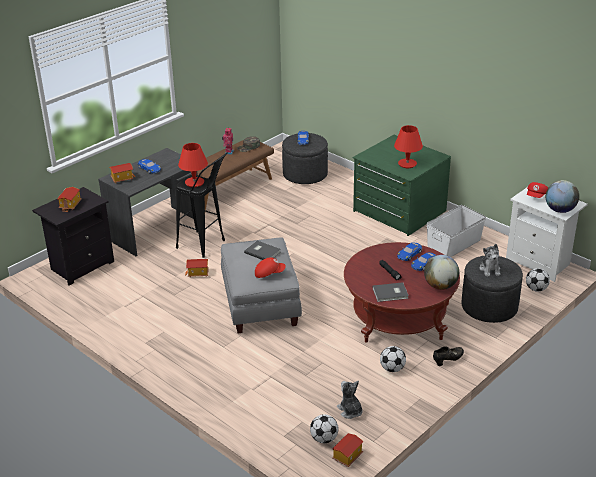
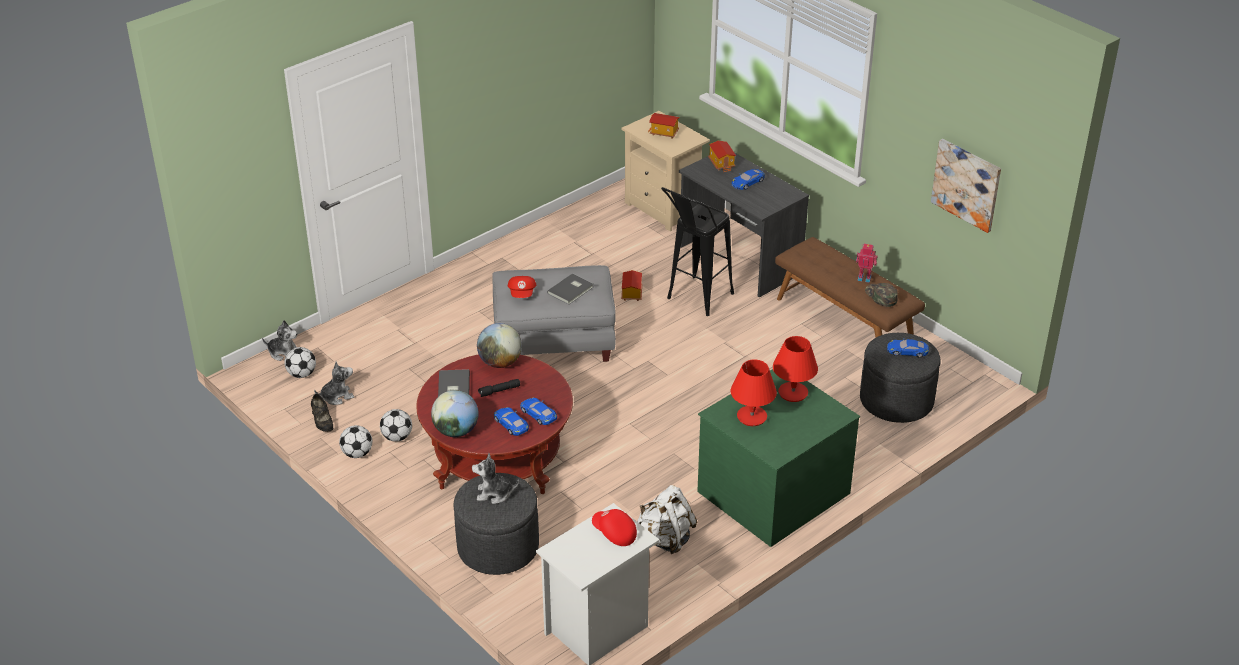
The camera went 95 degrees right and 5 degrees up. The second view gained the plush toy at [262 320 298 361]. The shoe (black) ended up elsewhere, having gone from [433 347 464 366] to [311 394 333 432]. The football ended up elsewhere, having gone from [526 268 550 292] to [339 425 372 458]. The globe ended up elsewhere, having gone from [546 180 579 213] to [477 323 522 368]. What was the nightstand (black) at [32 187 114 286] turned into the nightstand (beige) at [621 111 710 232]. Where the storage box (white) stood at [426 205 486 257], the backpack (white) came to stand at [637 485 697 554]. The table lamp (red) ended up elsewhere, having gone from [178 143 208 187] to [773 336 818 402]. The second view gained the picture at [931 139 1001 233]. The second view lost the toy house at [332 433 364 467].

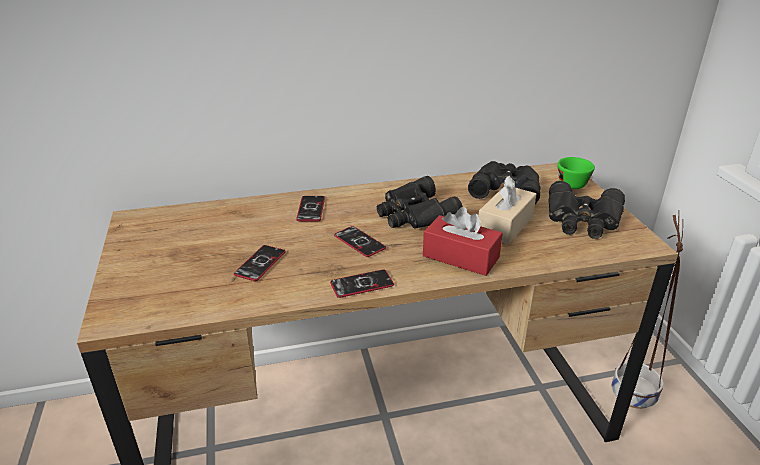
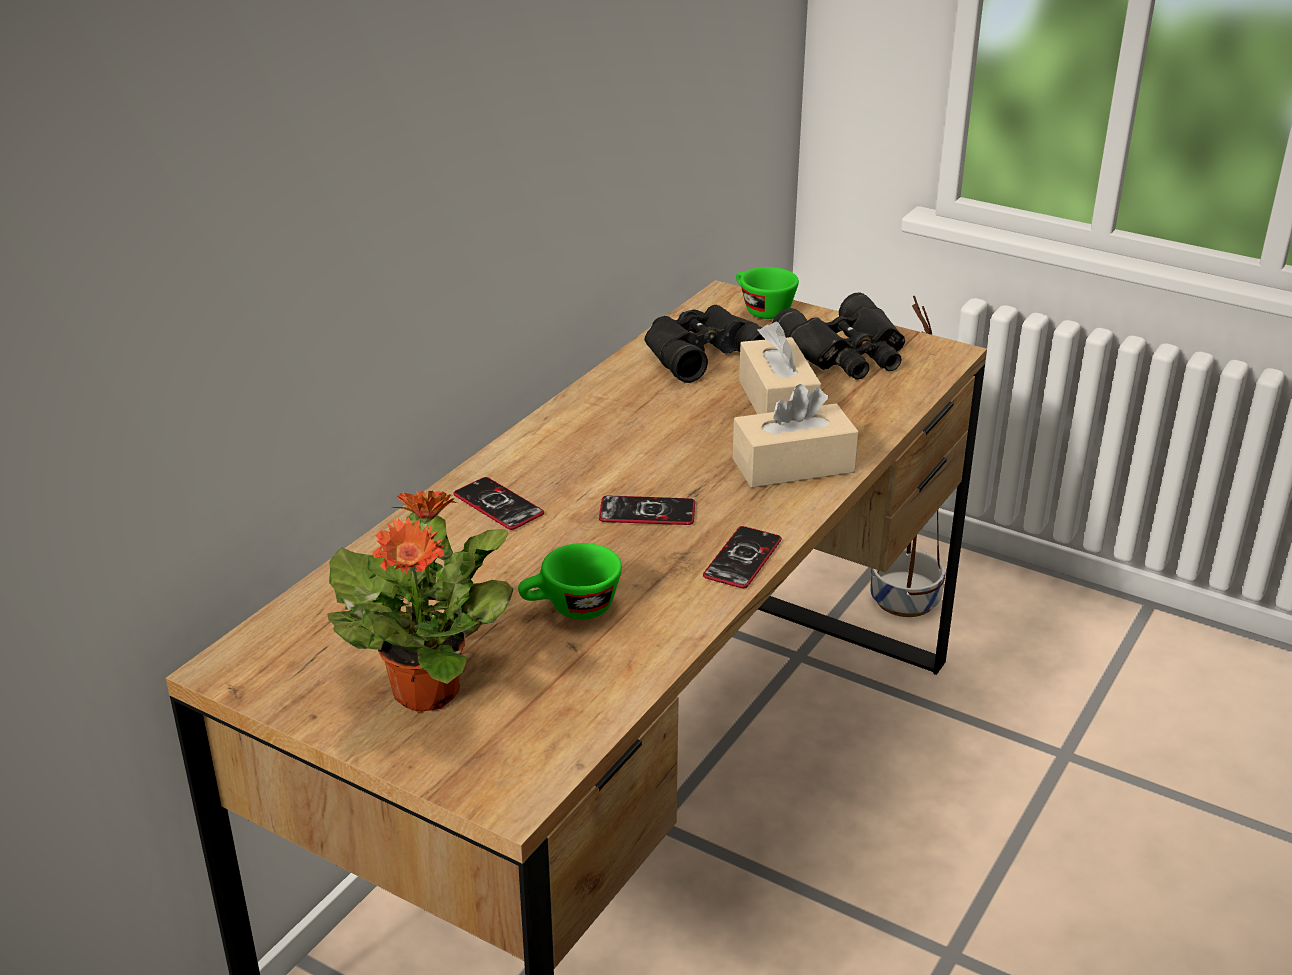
The camera went 45 degrees left and 0 degrees up. The second view gained the potted plant at [327 490 514 711]. Where the phone stood at [234 245 286 281], the cup (green) came to stand at [518 543 622 620]. What was the tissue box (red) at [423 207 503 276] turned into the tissue box (beige) at [733 384 859 488]. The second view lost the binoculars (black) at [377 176 463 228].

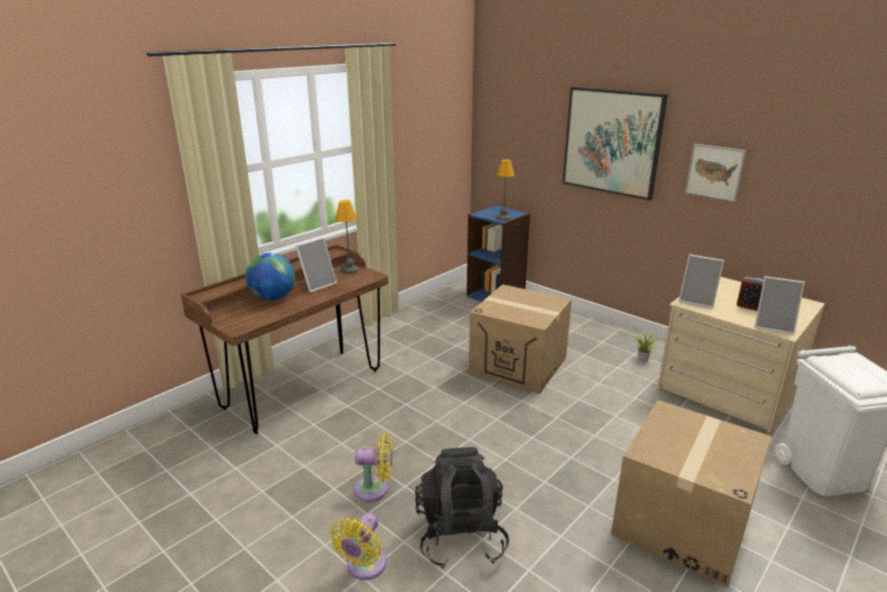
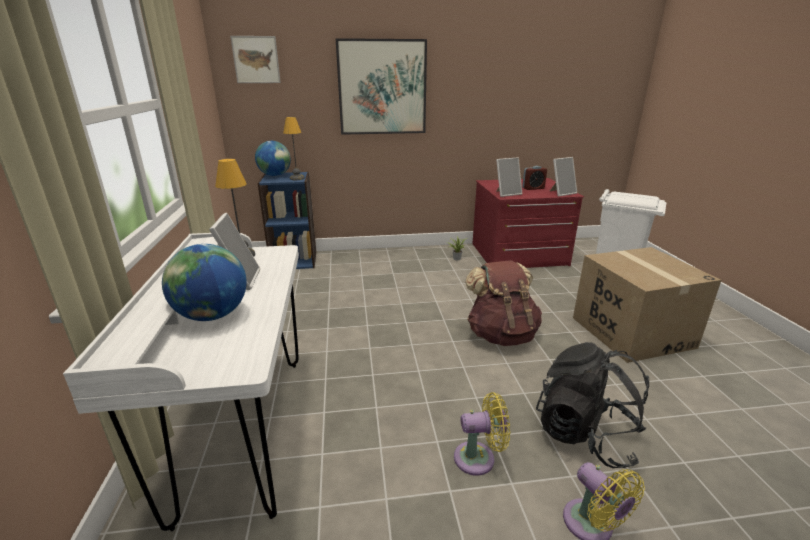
The camera went 50 degrees left and 0 degrees up. What was the desk (brown) at [181 244 388 434] turned into the desk (white) at [63 233 299 531]. The picture ended up elsewhere, having gone from [685 144 747 202] to [230 36 281 83]. The second view gained the globe at [255 141 291 176]. The fan (yellow) at [354 433 393 502] ended up facing another way, 45 degrees clockwise from before. The second view gained the backpack (brown) at [465 260 542 346]. What was the dresser (beige) at [657 277 825 433] turned into the dresser (red) at [472 178 584 268]. The second view lost the cardboard box at [469 284 572 394].

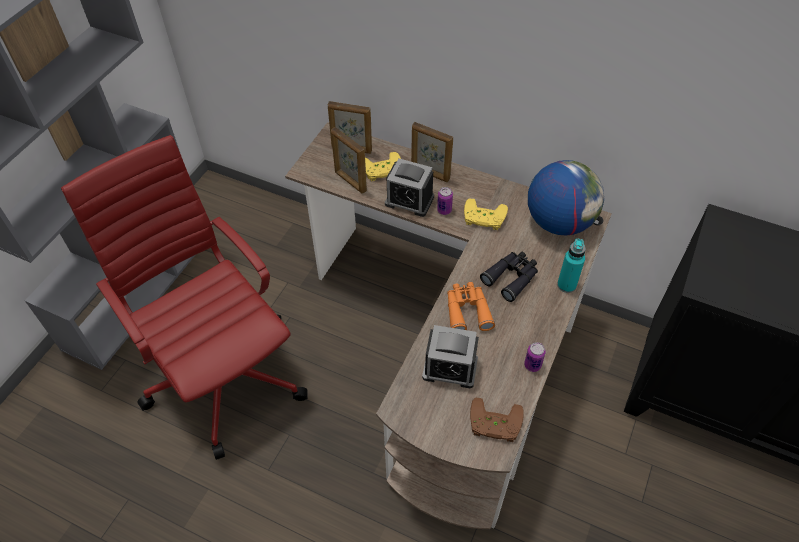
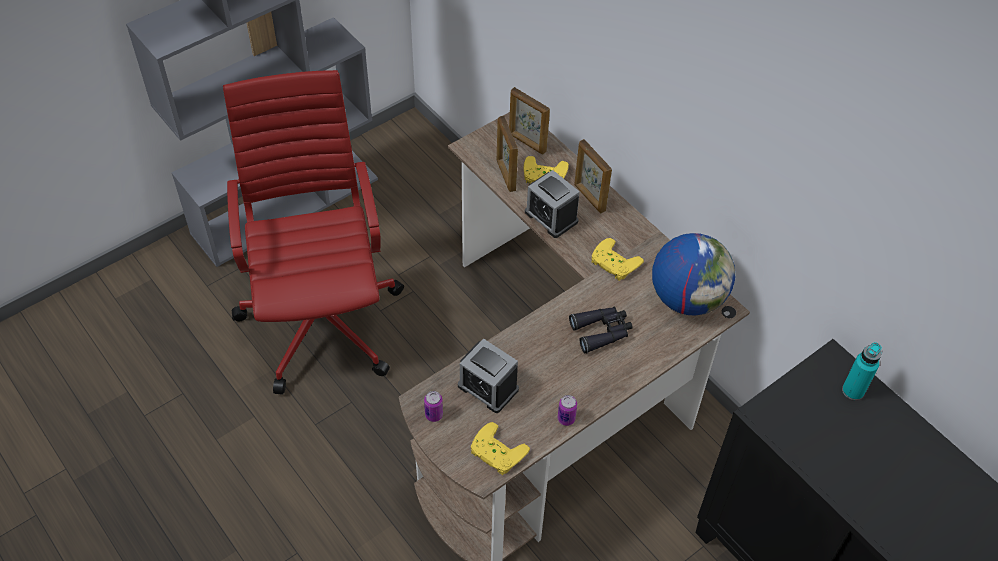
The camera went 25 degrees right and 0 degrees up. The can ended up elsewhere, having gone from [437 187 453 215] to [424 391 443 422]. What was the game controller (brown) at [470 398 524 442] turned into the game controller (yellow) at [471 422 530 475]. The bottle (turquoise) ended up elsewhere, having gone from [557 239 586 293] to [842 342 882 400]. The second view lost the binoculars (orange) at [447 282 495 331].

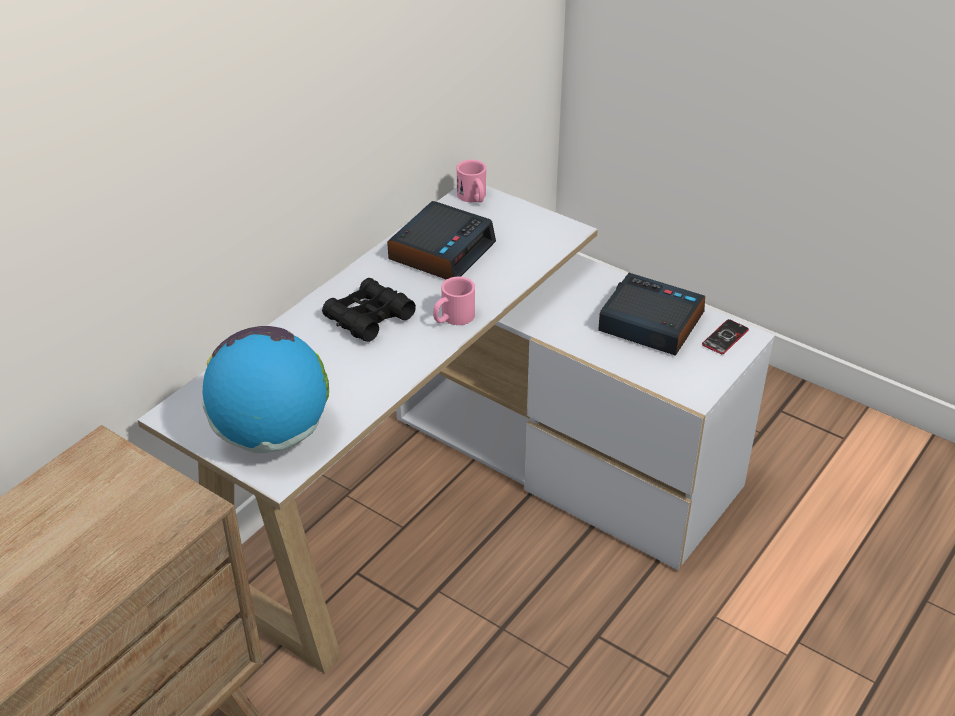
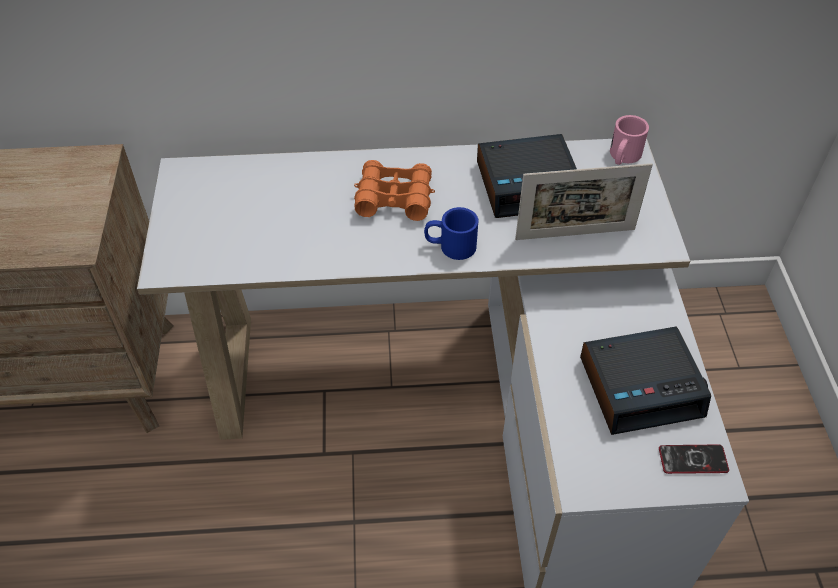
The camera went 50 degrees right and 10 degrees up. What was the binoculars (black) at [322 278 416 342] turned into the binoculars (orange) at [354 160 435 221]. What was the mug (pink) at [433 277 475 325] turned into the mug (blue) at [424 207 479 260]. The second view gained the picture frame at [515 163 653 240]. The alarm clock at [599 273 705 356] ended up facing another way, 90 degrees clockwise from before. The second view lost the globe at [202 326 329 453].

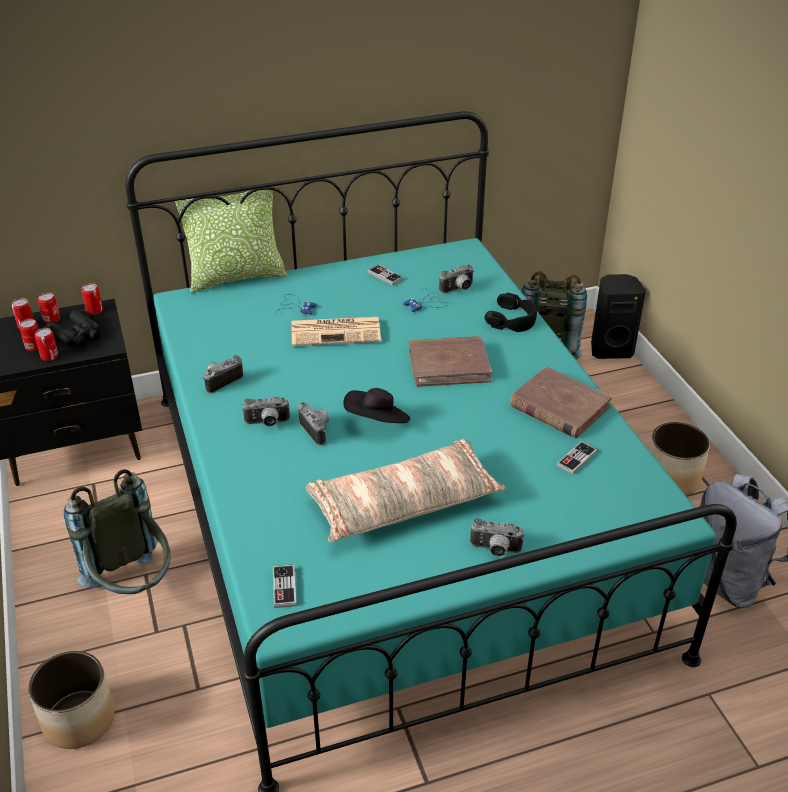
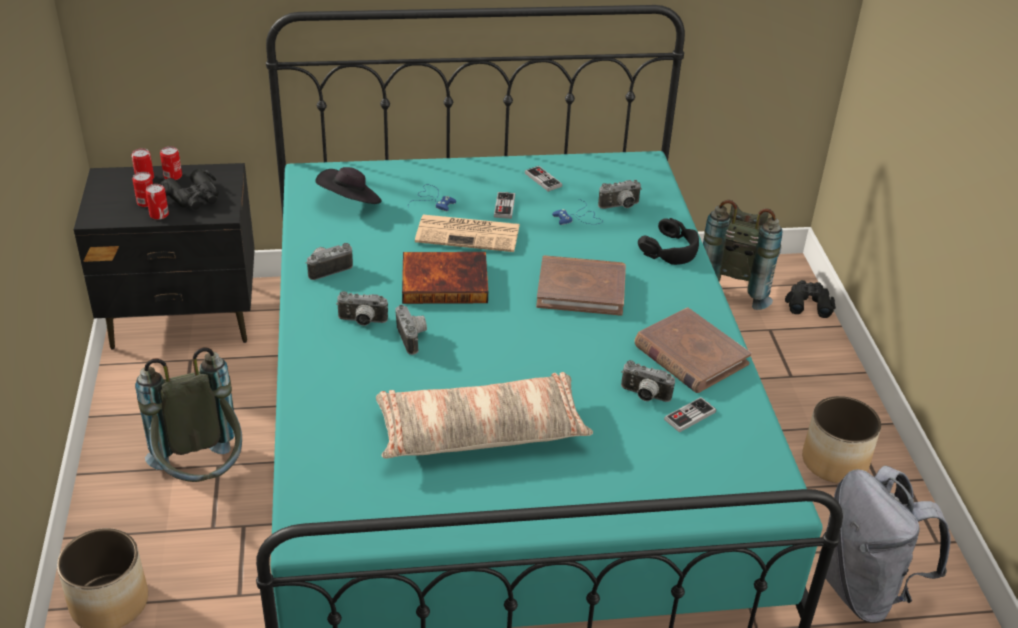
The camera went 10 degrees right and 0 degrees up. The hat (black) ended up elsewhere, having gone from [343 388 410 423] to [315 167 382 204]. The second view gained the book at [402 252 488 304]. The game controller ended up elsewhere, having gone from [273 564 297 608] to [494 192 515 219]. The photo camera ended up elsewhere, having gone from [470 518 524 557] to [621 360 675 402]. Where the speaker (black) stood at [591 274 646 359], the binoculars (black) came to stand at [785 280 836 318]. The second view lost the can at [81 283 103 314]. The second view lost the pillow at [175 186 287 293].

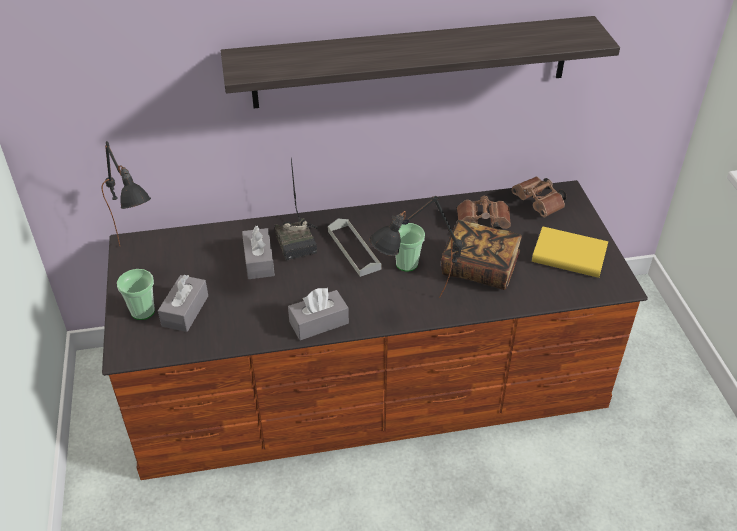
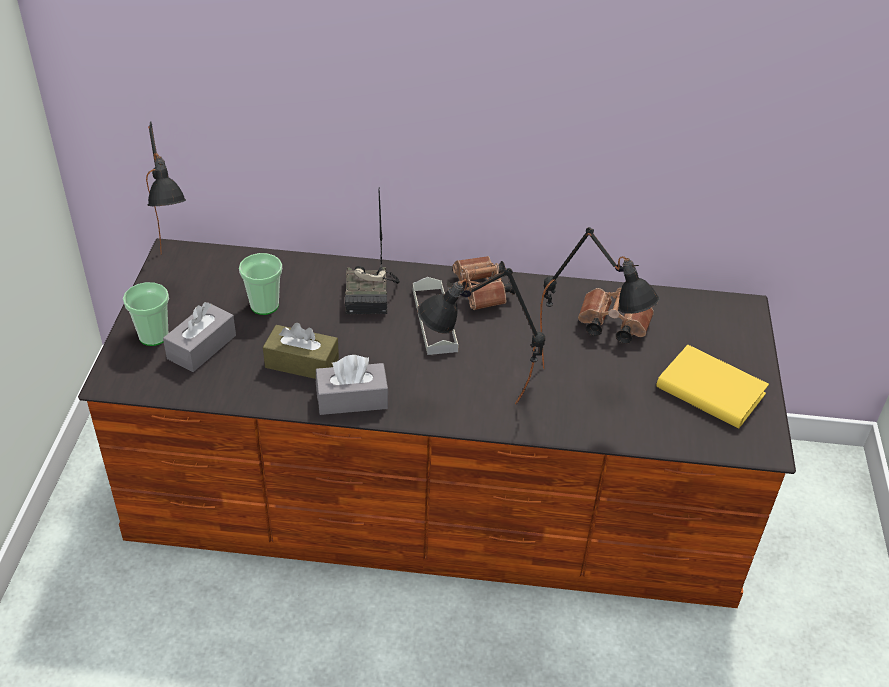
The camera went 15 degrees right and 0 degrees up. The cup ended up elsewhere, having gone from [395 223 425 272] to [239 253 282 315]. The second view gained the tissue box (brown) at [263 323 339 379]. The binoculars (brown) ended up elsewhere, having gone from [512 177 567 217] to [453 256 515 310]. Where the book stood at [441 220 522 290], the table lamp (black) came to stand at [540 227 660 369]. The second view lost the shelf at [220 16 620 109]. The second view lost the tissue box (grey) at [242 226 275 279].

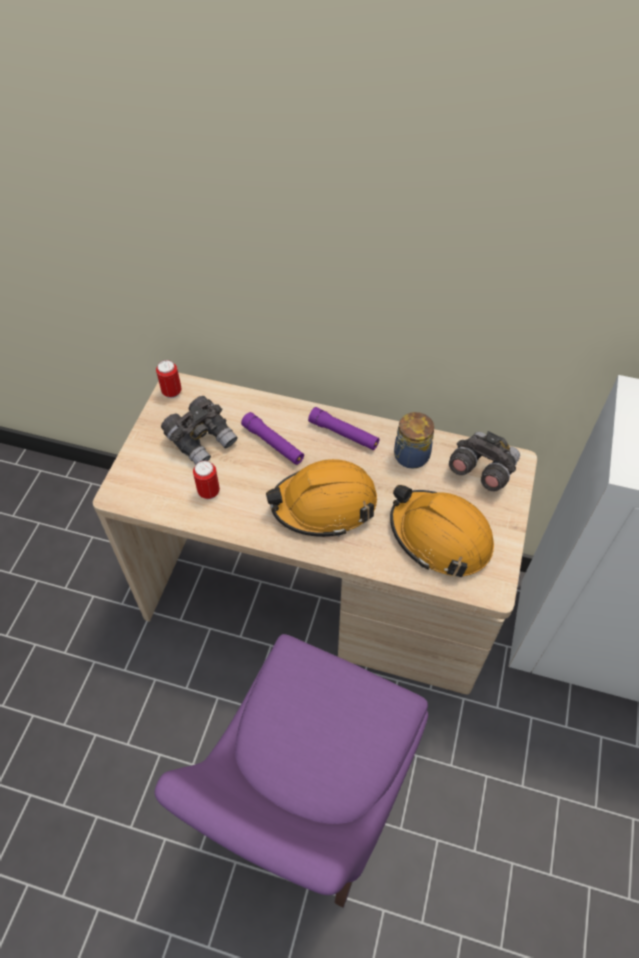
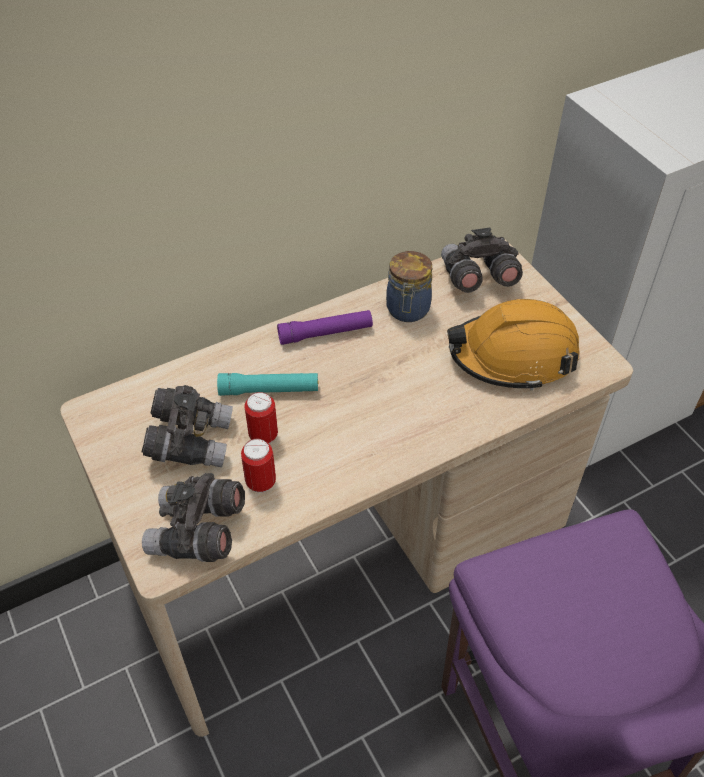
The camera went 45 degrees left and 5 degrees down. The second view gained the binoculars (grey) at [142 473 245 562]. What was the flashlight (purple) at [241 412 304 465] turned into the flashlight (turquoise) at [217 373 319 396]. The can ended up elsewhere, having gone from [156 360 182 398] to [244 392 278 444]. The second view lost the hard hat (orange) at [266 459 377 537].

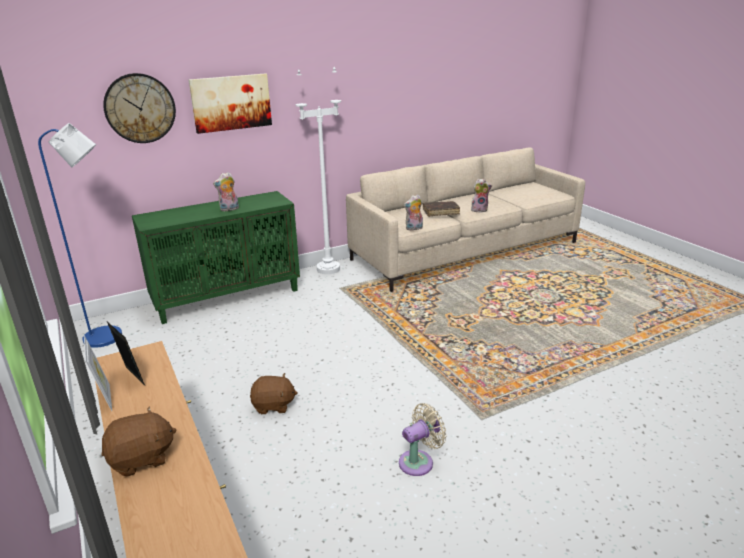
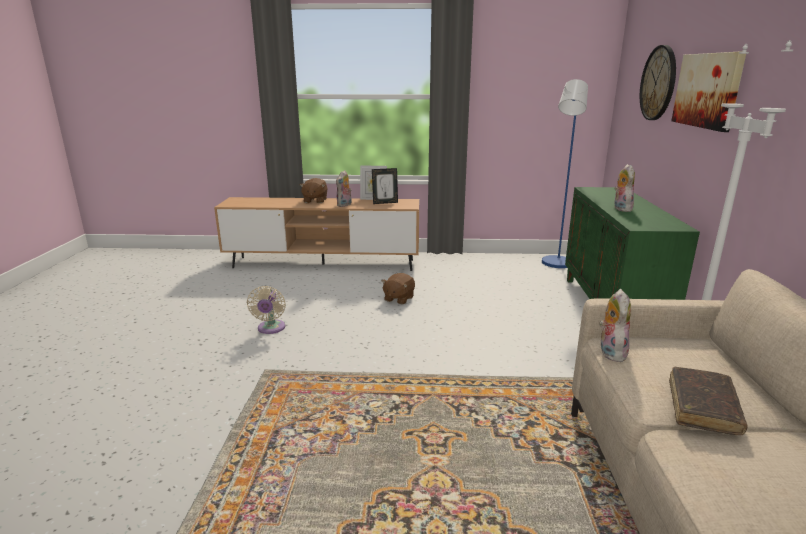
The camera went 120 degrees right and 5 degrees down. The plush toy ended up elsewhere, having gone from [471 179 492 213] to [336 170 352 207].

